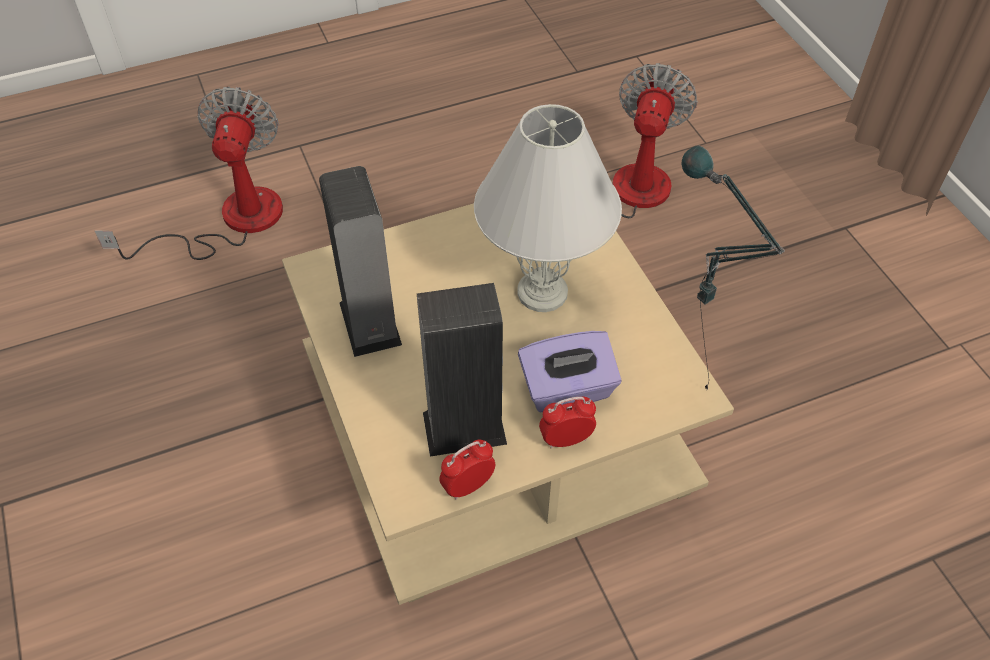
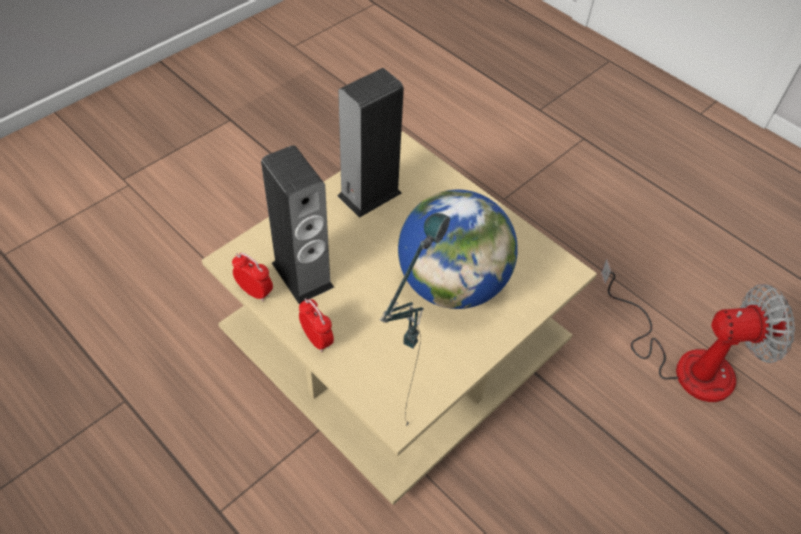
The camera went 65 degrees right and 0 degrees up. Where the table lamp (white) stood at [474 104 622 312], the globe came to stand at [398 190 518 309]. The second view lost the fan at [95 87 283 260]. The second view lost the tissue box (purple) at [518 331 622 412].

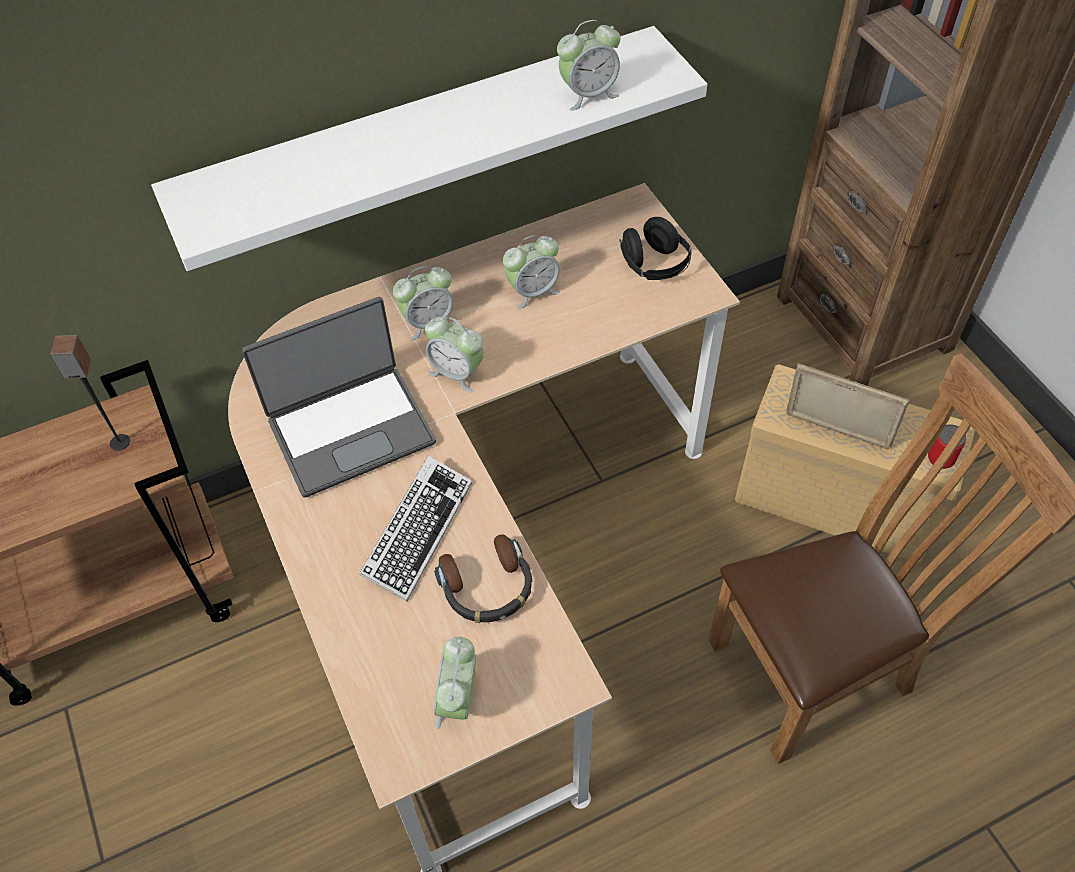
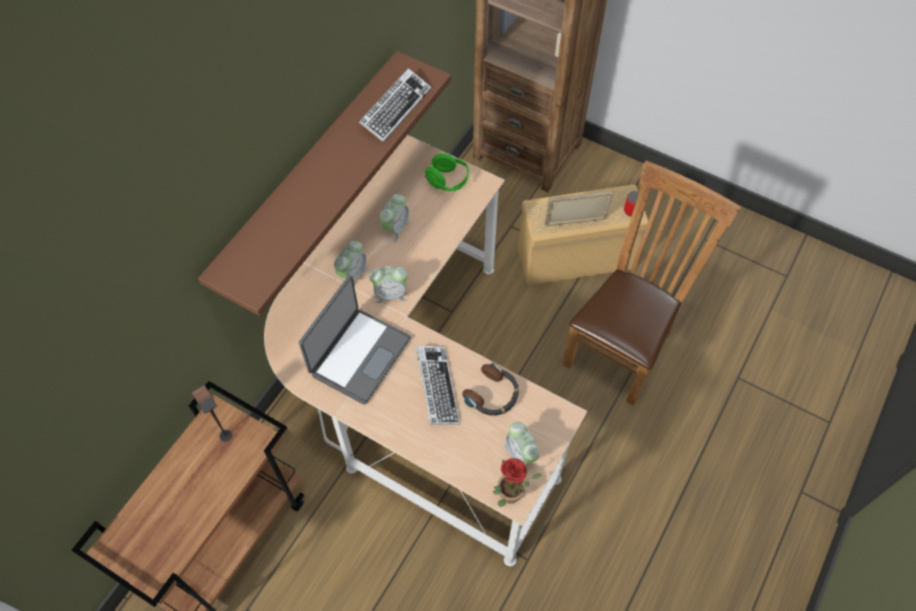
The camera went 35 degrees left and 5 degrees up. What was the shelf (white) at [151 26 707 271] turned into the shelf (brown) at [198 51 451 316]. Where the alarm clock stood at [557 20 621 111], the keyboard came to stand at [359 68 431 142]. What was the headphones (black) at [619 217 692 280] turned into the headphones (green) at [425 153 470 192]. The second view gained the potted plant at [493 458 542 507].

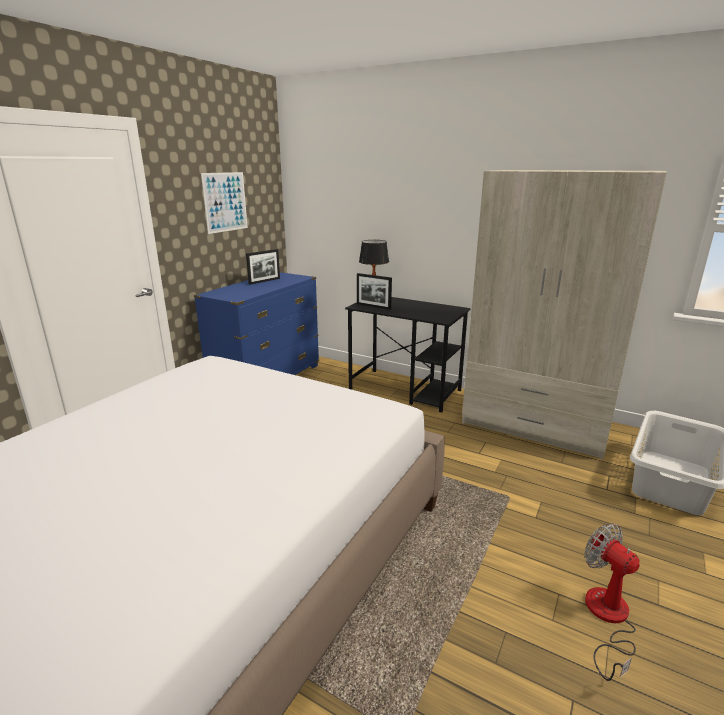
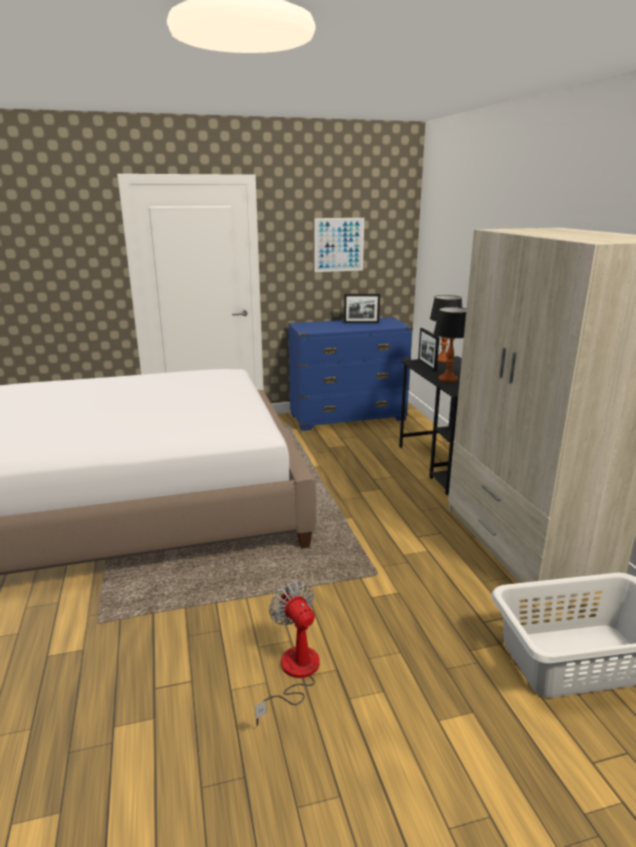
The camera went 45 degrees right and 0 degrees up. The fan at [584 523 639 681] ended up facing another way, 45 degrees counterclockwise from before. The second view gained the table lamp at [434 307 467 382].

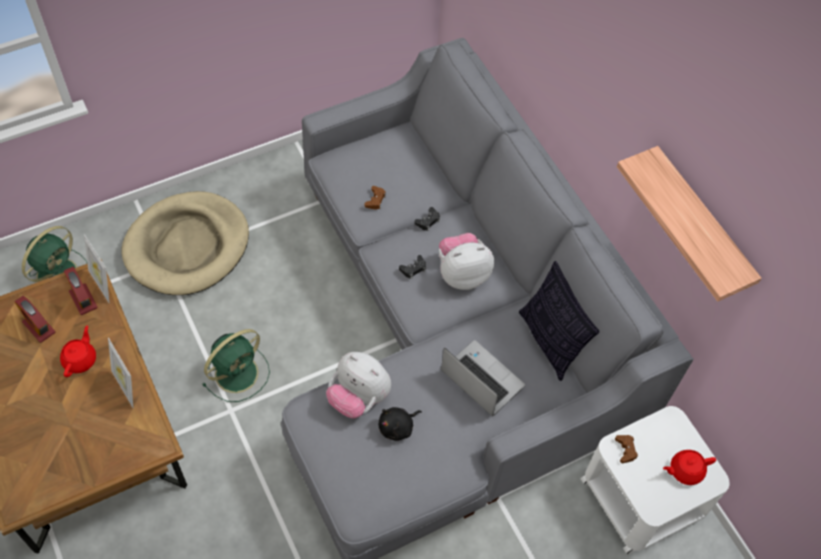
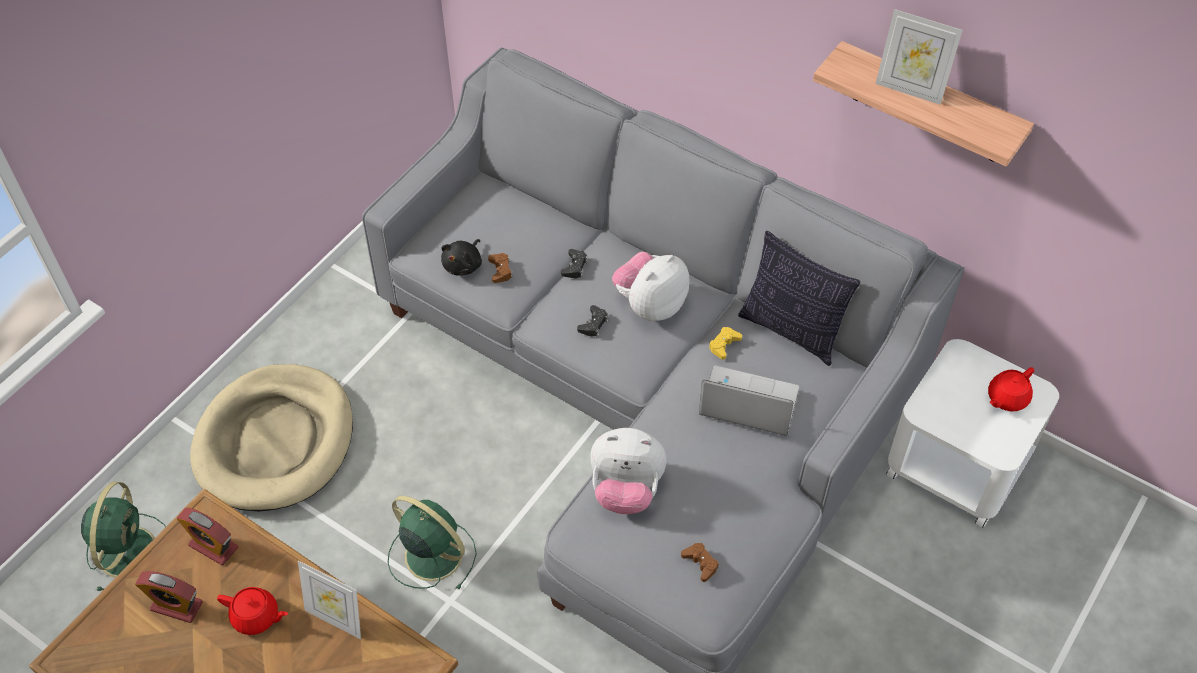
The camera went 25 degrees left and 5 degrees down. The teapot (red) at [60 325 96 377] ended up facing another way, 120 degrees clockwise from before. The fan (green) at [203 329 270 402] ended up facing another way, 75 degrees counterclockwise from before. The plush toy (black) ended up elsewhere, having gone from [378 407 422 441] to [441 239 482 276]. The game controller (brown) ended up elsewhere, having gone from [615 435 638 463] to [681 543 719 582]. The second view gained the game controller (yellow) at [709 327 742 360]. The picture frame ended up elsewhere, having gone from [84 234 109 303] to [876 9 963 105].

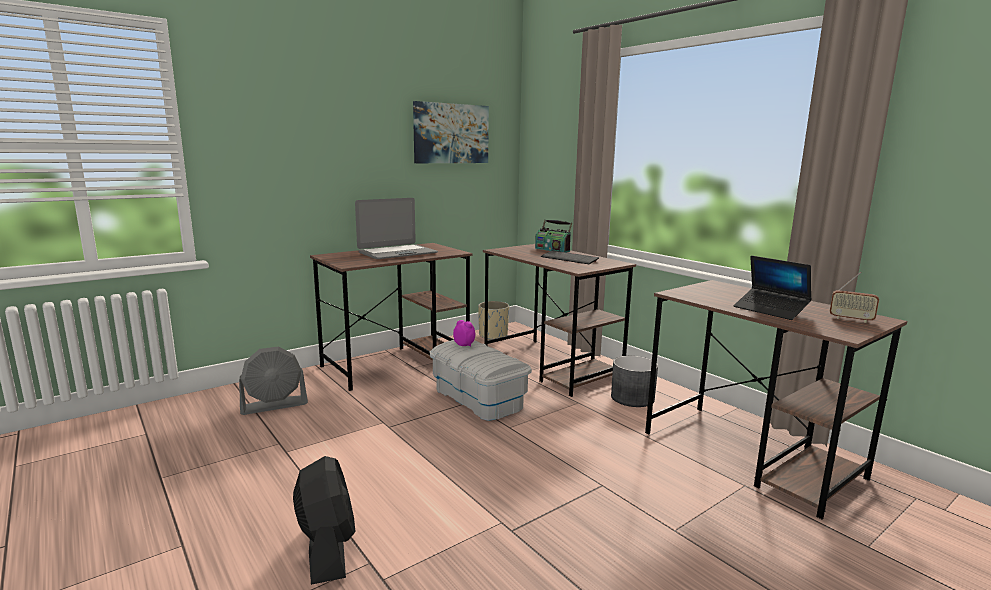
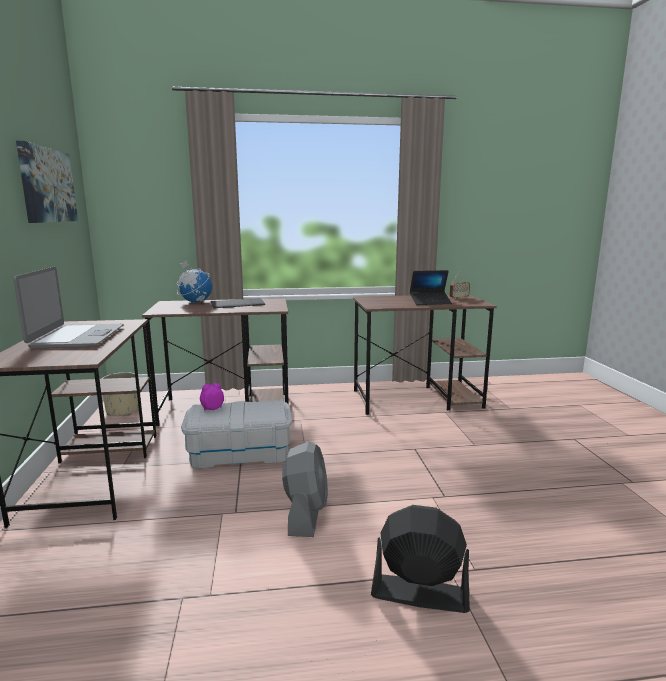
The camera went 60 degrees left and 0 degrees up. Where the radio stood at [535 220 572 252], the globe came to stand at [177 260 212 303]. The fan (grey) ended up elsewhere, having gone from [239 347 308 415] to [282 441 328 537]. The second view lost the planter (grey) at [611 356 658 407].

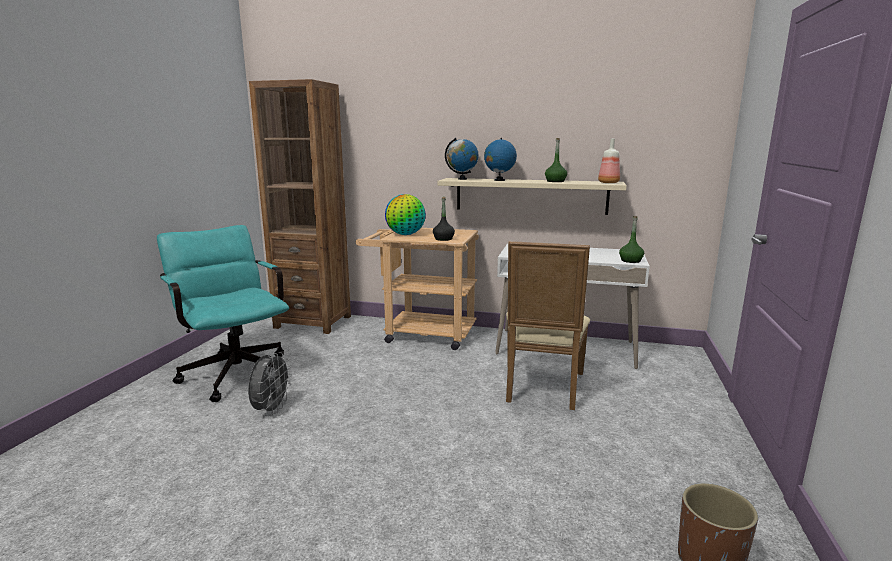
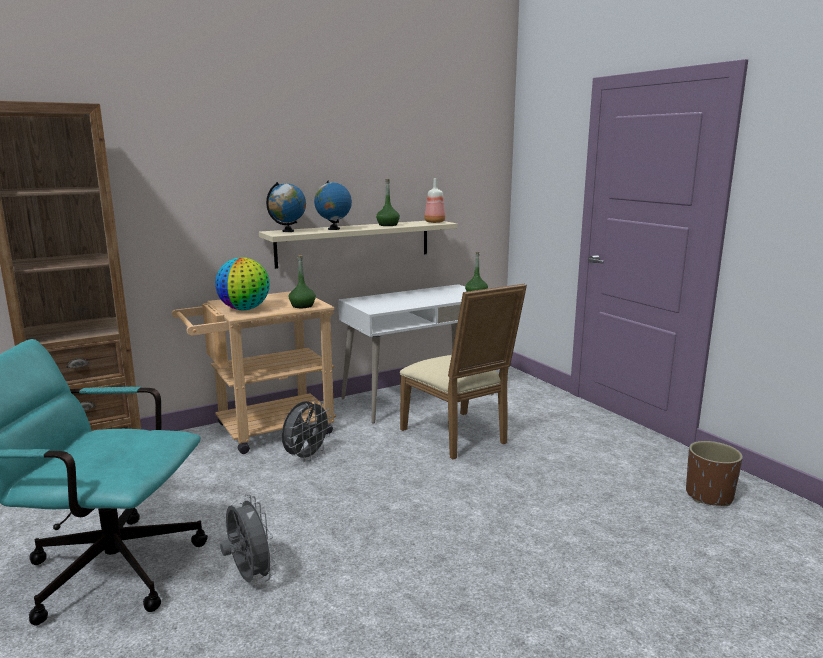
The camera went 45 degrees left and 0 degrees up. The second view gained the fan (grey) at [282 400 332 462]. What was the bottle (black) at [433 197 455 241] turned into the bottle (green) at [289 255 316 308].

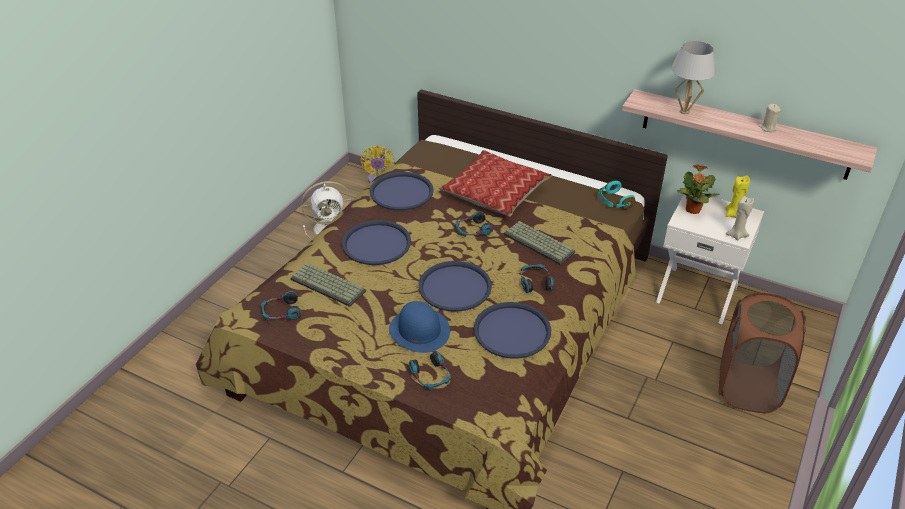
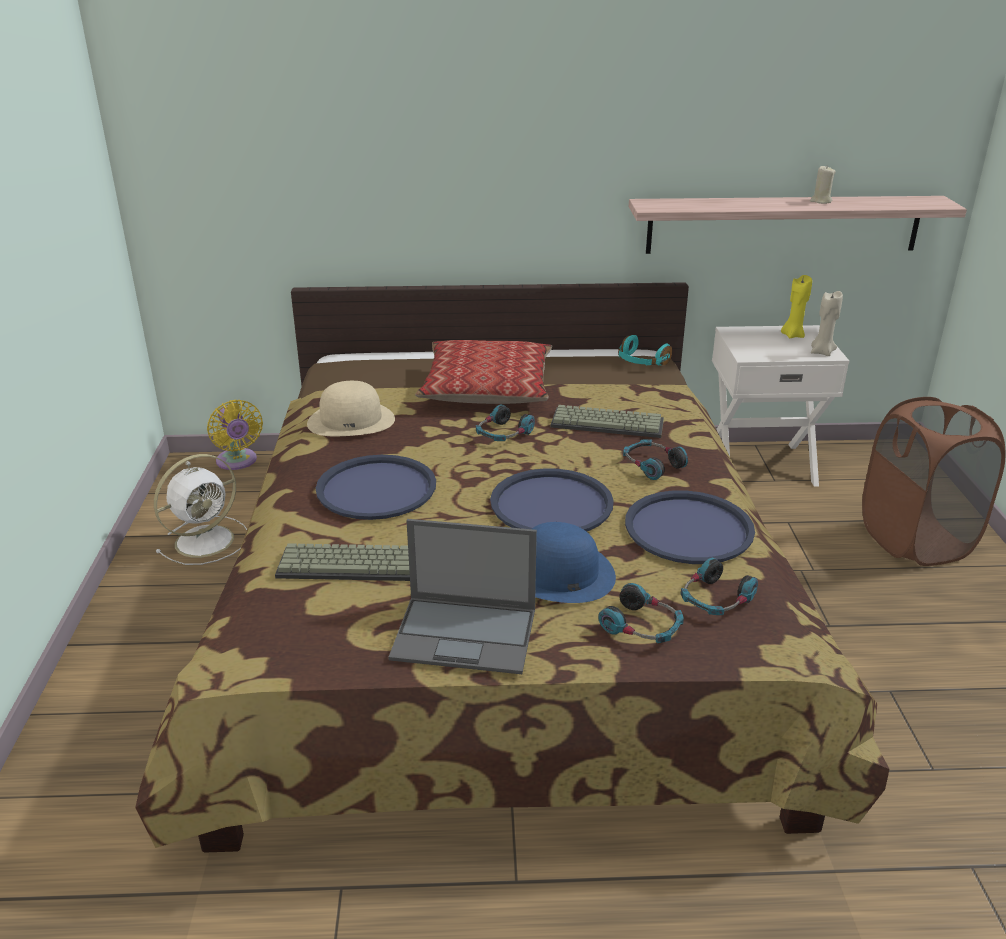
The camera went 30 degrees left and 10 degrees down. Where the tray (blue) stood at [370 172 434 211], the hat (beige) came to stand at [307 381 395 436]. The second view gained the laptop at [388 519 537 674]. The headphones ended up elsewhere, having gone from [261 291 302 320] to [681 558 758 615]. The second view lost the table lamp (white) at [671 41 715 114]. The second view lost the potted plant at [677 164 720 214].

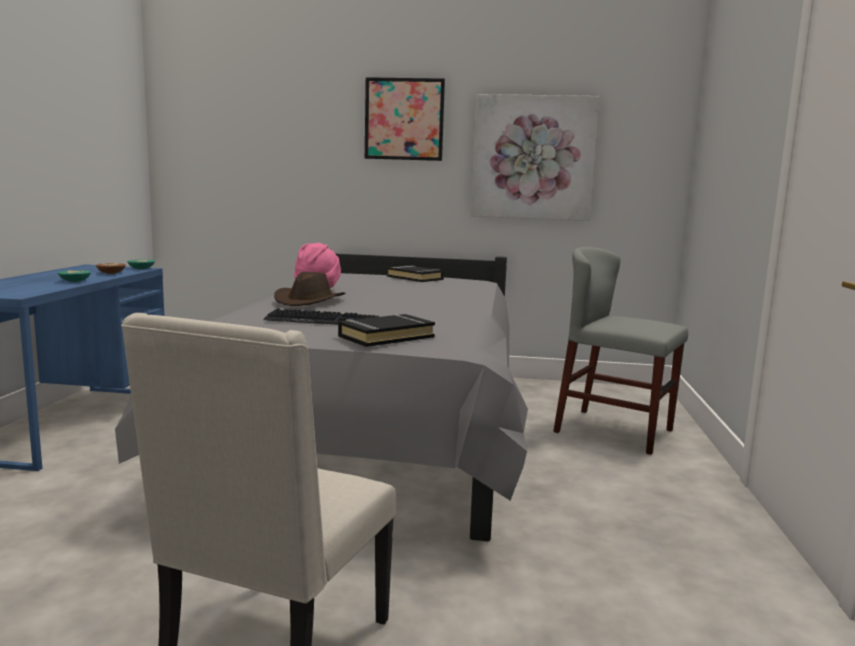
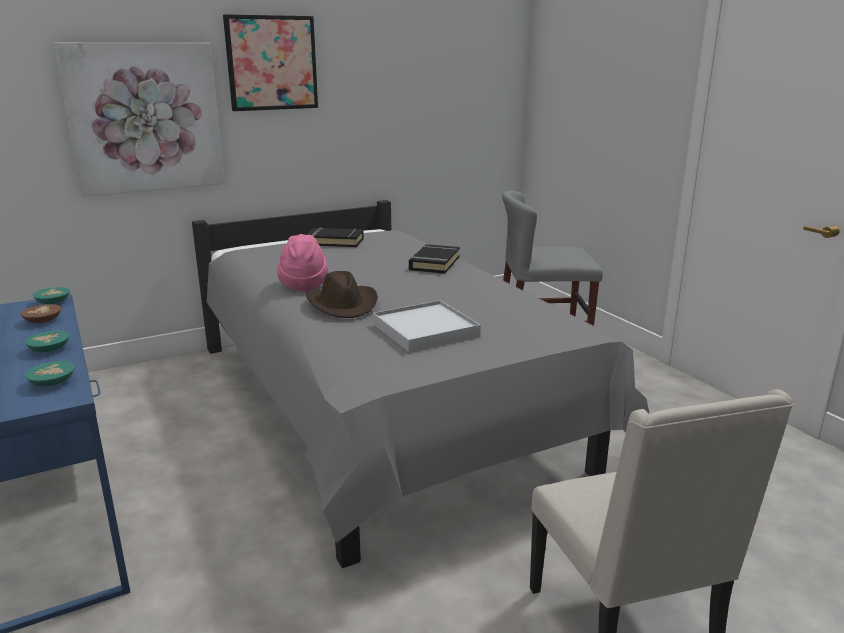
The camera went 35 degrees left and 10 degrees up. The second view gained the bowl (turquoise) at [25 361 75 387]. The picture ended up elsewhere, having gone from [471 94 600 221] to [53 43 225 196]. Where the keyboard stood at [264 309 379 324], the tray (white) came to stand at [373 300 481 352]. The book (black) ended up elsewhere, having gone from [338 314 435 347] to [409 244 460 273].

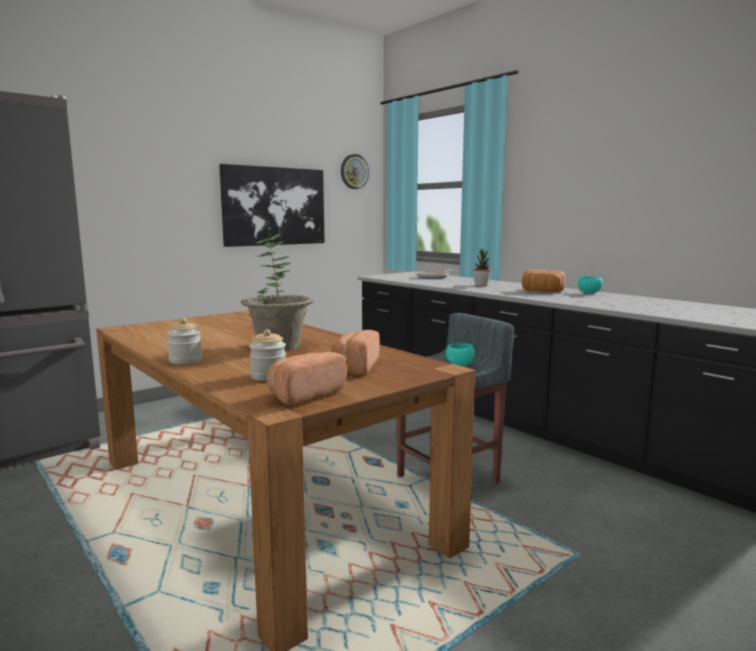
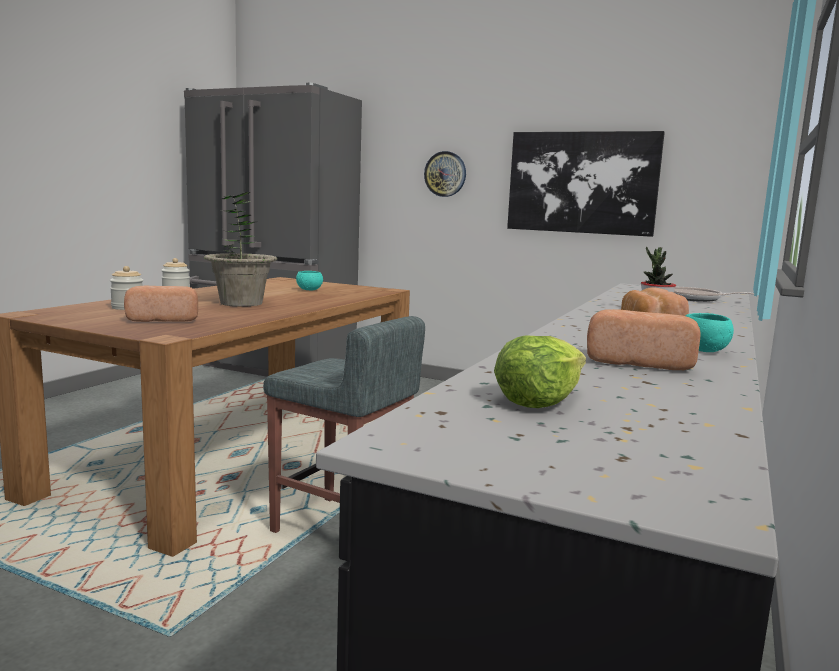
The camera went 65 degrees right and 0 degrees up. The bowl (turquoise) ended up elsewhere, having gone from [446 343 475 366] to [296 271 323 290]. The wall clock ended up elsewhere, having gone from [341 154 369 189] to [424 151 466 197]. The second view gained the lettuce at [494 335 586 408]. The bread ended up elsewhere, having gone from [267 352 347 405] to [587 309 701 370].

